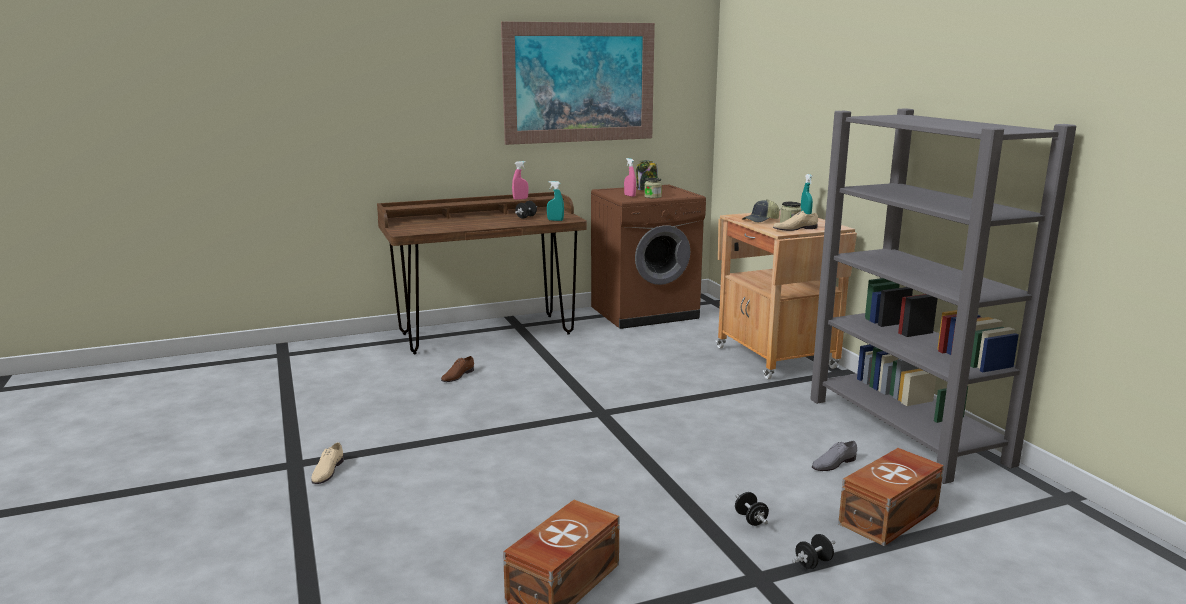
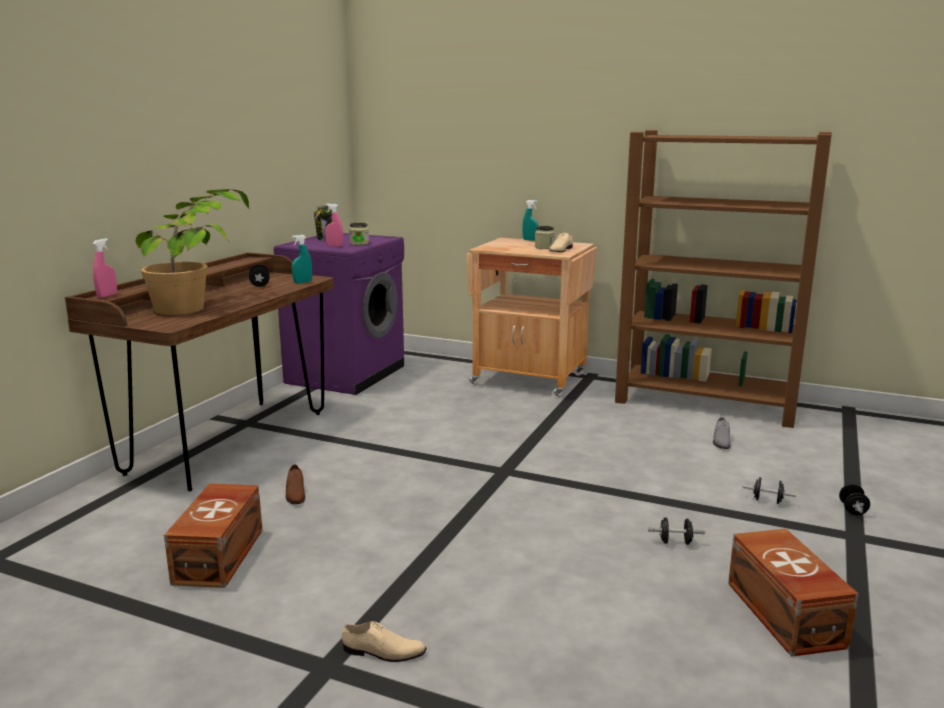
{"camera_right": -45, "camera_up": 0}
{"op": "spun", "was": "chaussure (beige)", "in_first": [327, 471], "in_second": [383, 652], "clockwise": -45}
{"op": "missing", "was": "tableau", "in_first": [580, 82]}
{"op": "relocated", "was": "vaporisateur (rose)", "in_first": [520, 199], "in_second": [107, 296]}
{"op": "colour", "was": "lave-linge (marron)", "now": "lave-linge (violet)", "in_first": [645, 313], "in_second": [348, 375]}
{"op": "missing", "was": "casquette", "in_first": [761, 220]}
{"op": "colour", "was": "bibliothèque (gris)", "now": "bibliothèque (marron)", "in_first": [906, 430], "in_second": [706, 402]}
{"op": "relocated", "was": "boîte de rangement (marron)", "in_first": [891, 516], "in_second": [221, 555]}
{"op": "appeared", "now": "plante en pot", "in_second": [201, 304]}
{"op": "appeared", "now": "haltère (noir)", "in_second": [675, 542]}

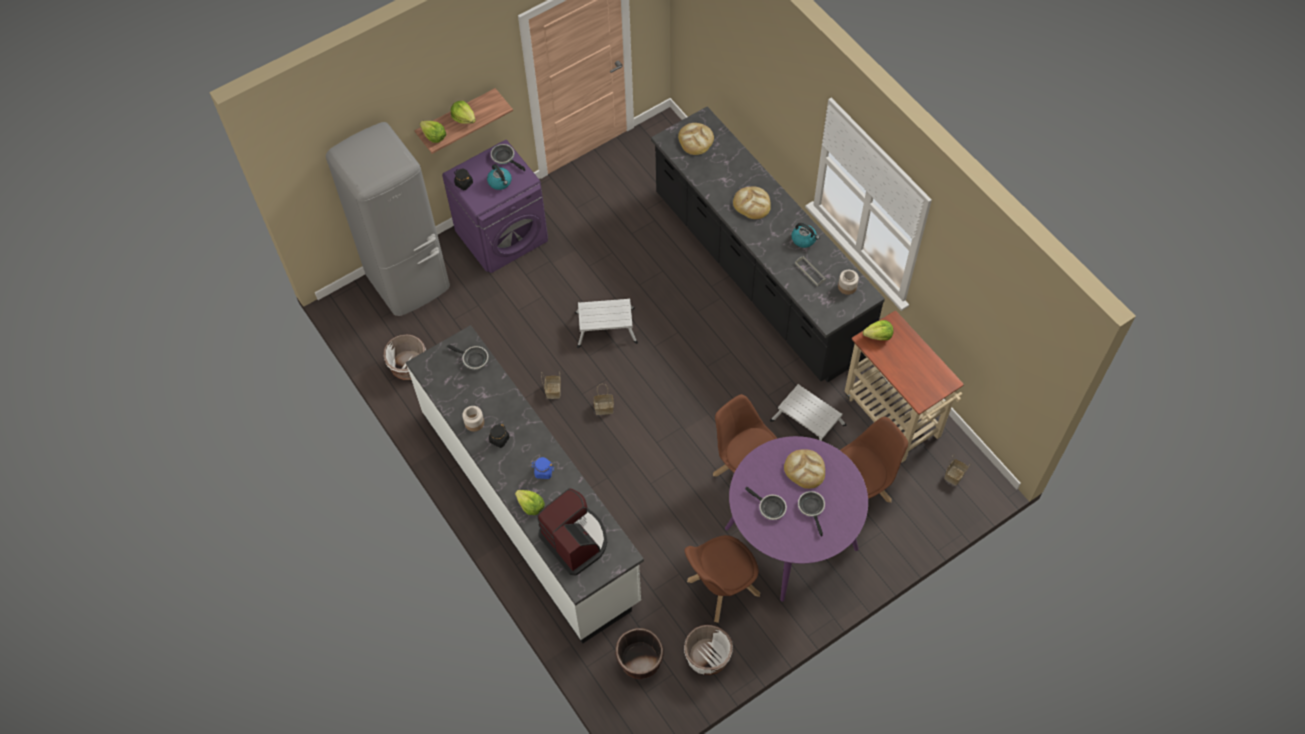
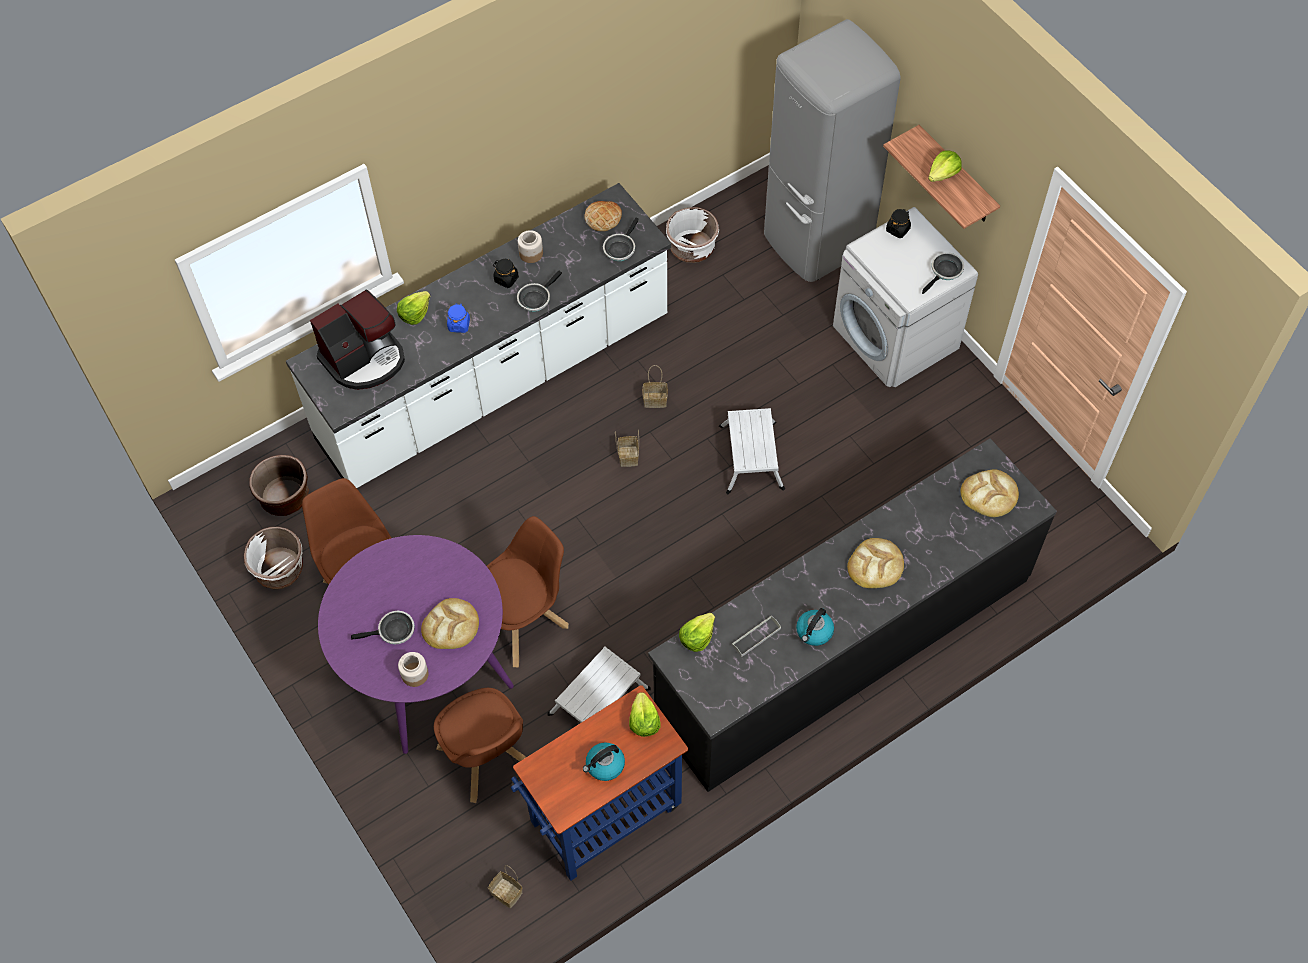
{"camera_right": 90, "camera_up": 0}
{"op": "relocated", "was": "laitue", "in_first": [434, 136], "in_second": [697, 637]}
{"op": "colour", "was": "lave-linge (violet)", "now": "lave-linge (blanc)", "in_first": [504, 235], "in_second": [894, 337]}
{"op": "relocated", "was": "bouilloire", "in_first": [500, 182], "in_second": [604, 765]}
{"op": "relocated", "was": "poêle", "in_first": [770, 508], "in_second": [535, 298]}
{"op": "relocated", "was": "bocal", "in_first": [847, 287], "in_second": [414, 674]}
{"op": "colour", "was": "chariot (beige)", "now": "chariot (bleu)", "in_first": [893, 417], "in_second": [603, 816]}
{"op": "appeared", "now": "pain", "in_second": [603, 218]}

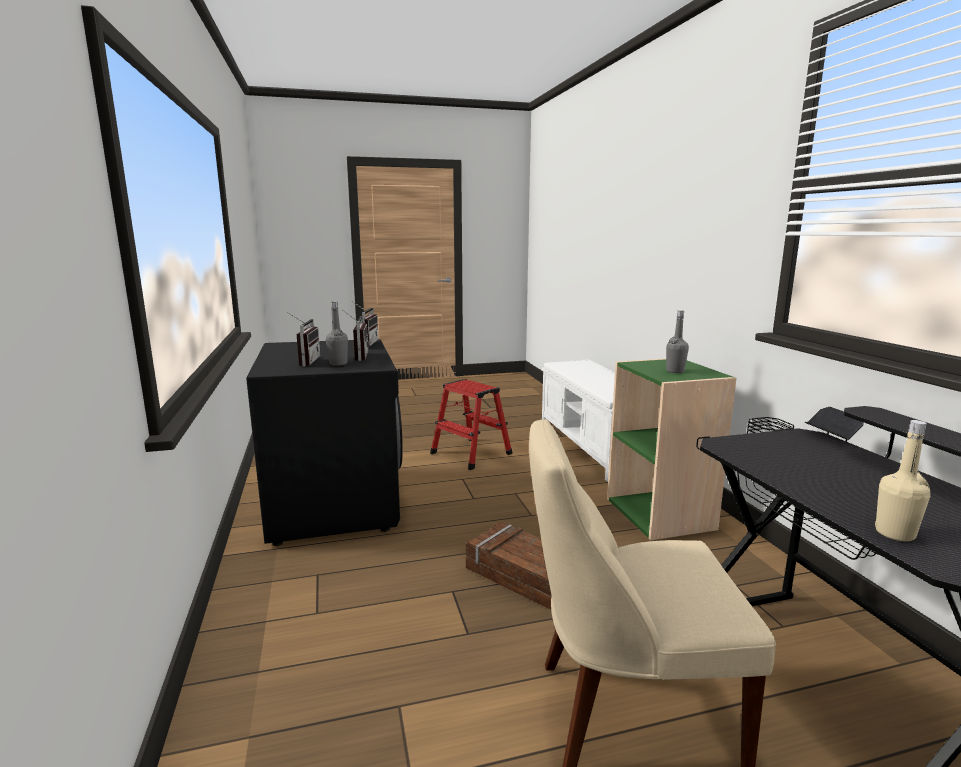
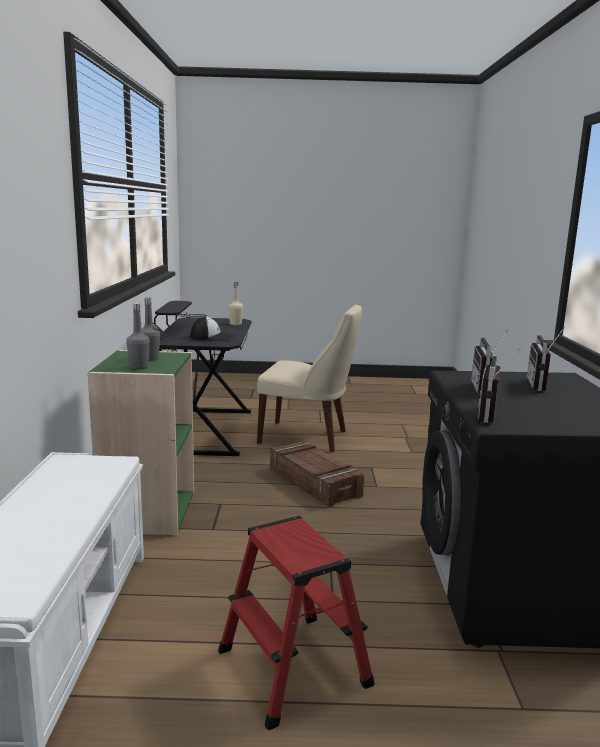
{"camera_right": -165, "camera_up": 0}
{"op": "relocated", "was": "bouteille (gris)", "in_first": [338, 363], "in_second": [139, 367]}
{"op": "appeared", "now": "casquette", "in_second": [212, 337]}

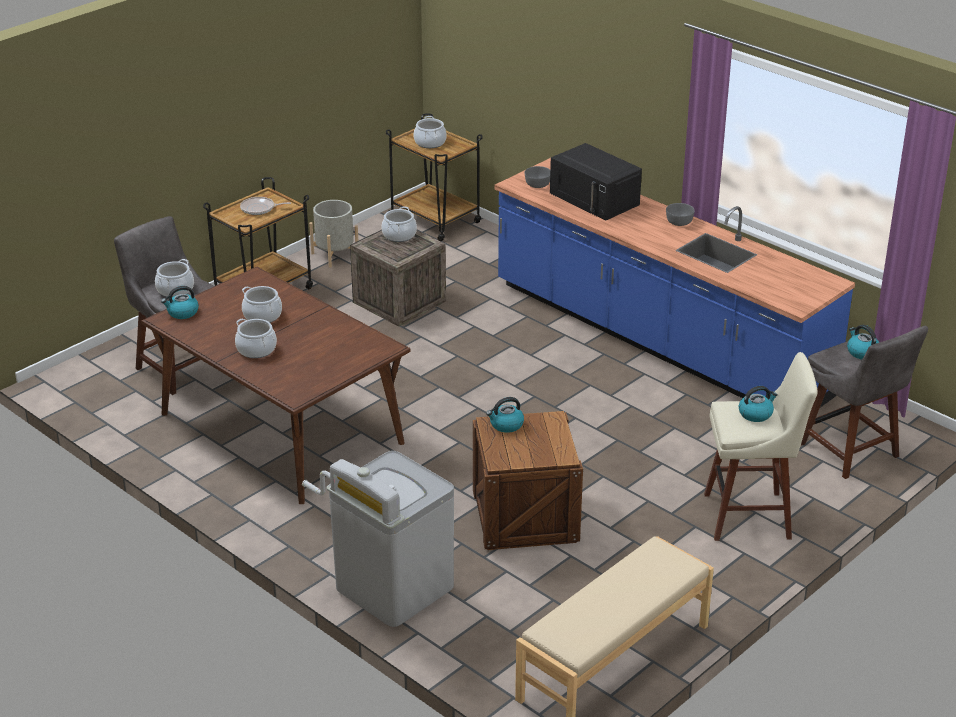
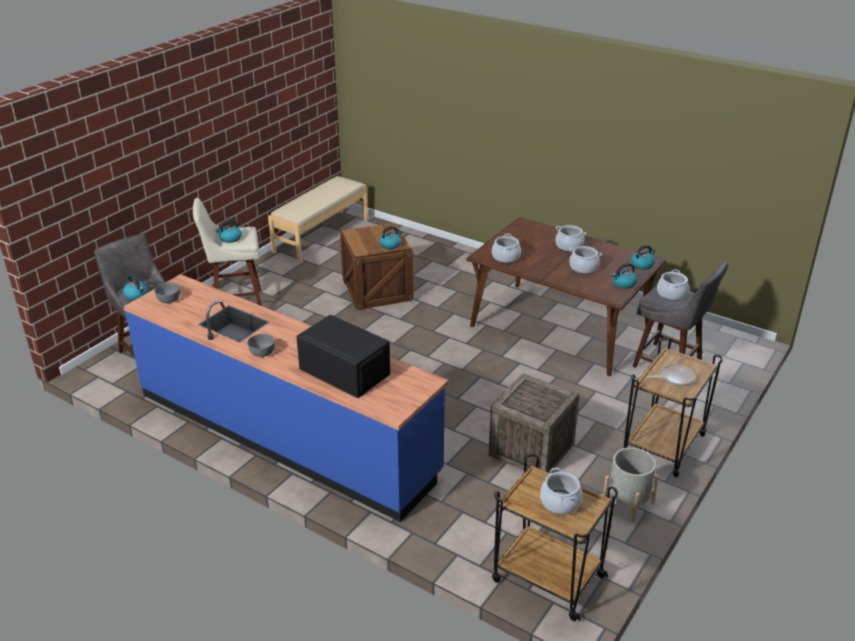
{"camera_right": 170, "camera_up": 0}
{"op": "missing", "was": "lave-linge (gris)", "in_first": [392, 589]}
{"op": "relocated", "was": "marmite", "in_first": [399, 235], "in_second": [506, 257]}
{"op": "relocated", "was": "bol (gris)", "in_first": [538, 184], "in_second": [168, 299]}
{"op": "appeared", "now": "bouilloire", "in_second": [623, 284]}

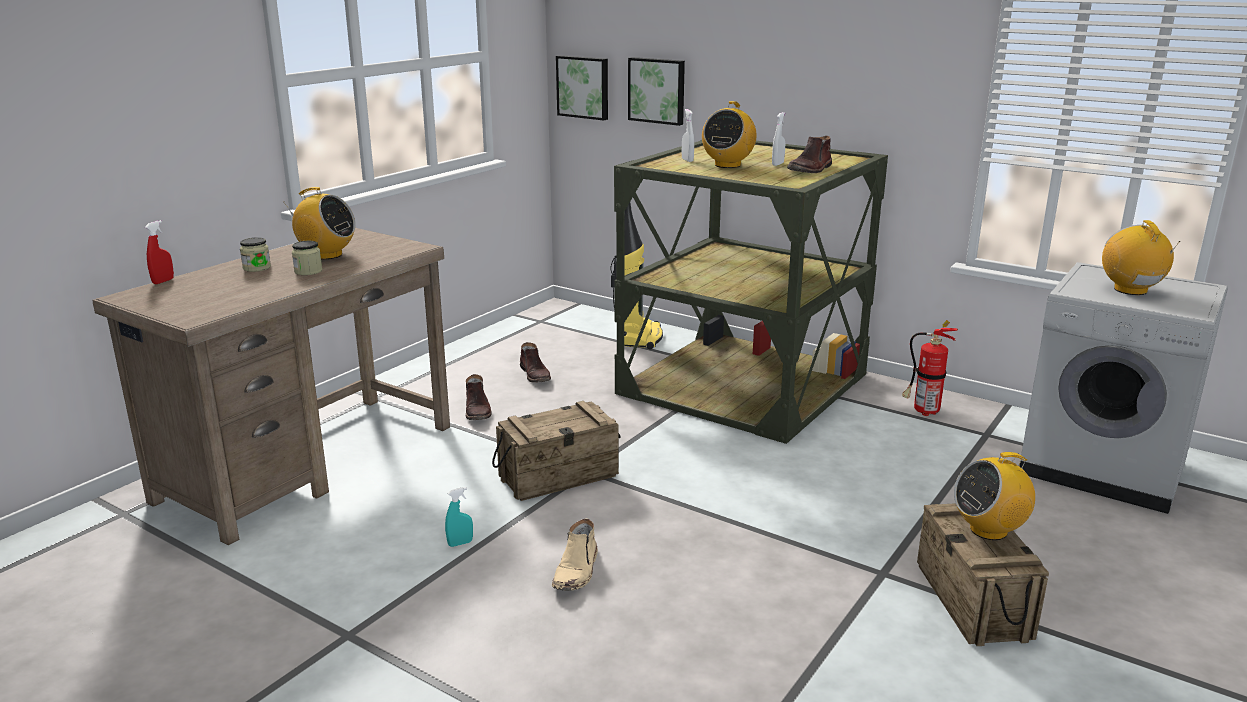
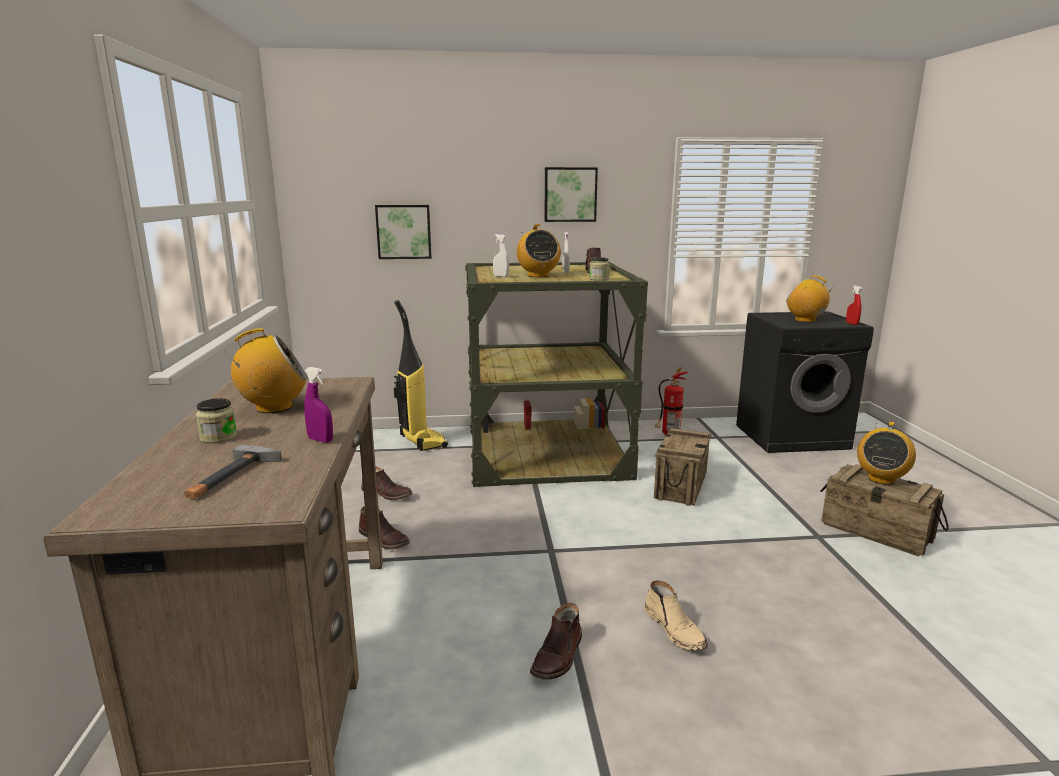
{"camera_right": -40, "camera_up": -5}
{"op": "relocated", "was": "vaporisateur (rouge)", "in_first": [163, 281], "in_second": [852, 324]}
{"op": "relocated", "was": "bocal", "in_first": [308, 271], "in_second": [598, 279]}
{"op": "exchanged", "was": "vaporisateur (turquoise)", "now": "botte (marron)", "in_first": [460, 543], "in_second": [558, 656]}
{"op": "relocated", "was": "caisse", "in_first": [558, 476], "in_second": [680, 485]}
{"op": "relocated", "was": "tableau", "in_first": [584, 87], "in_second": [570, 194]}
{"op": "colour", "was": "lave-linge (blanc)", "now": "lave-linge (noir)", "in_first": [1102, 470], "in_second": [793, 438]}
{"op": "appeared", "now": "marteau", "in_second": [231, 477]}
{"op": "appeared", "now": "vaporisateur (violet)", "in_second": [320, 440]}

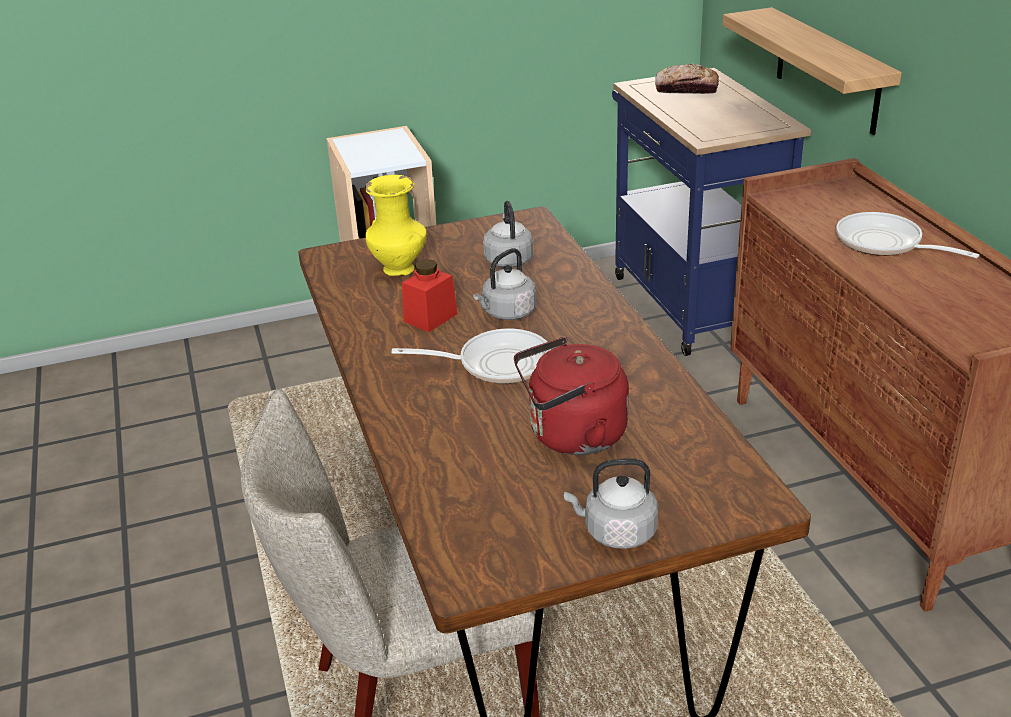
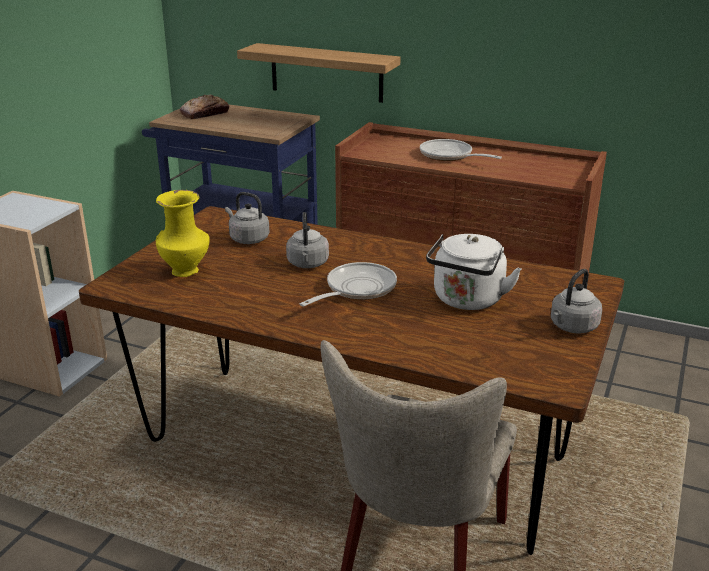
{"camera_right": -50, "camera_up": -5}
{"op": "missing", "was": "bocal (rouge)", "in_first": [430, 318]}
{"op": "colour", "was": "bouilloire (rouge)", "now": "bouilloire (blanc)", "in_first": [571, 436], "in_second": [467, 301]}
{"op": "spun", "was": "poêle", "in_first": [885, 244], "in_second": [449, 156], "clockwise": 45}

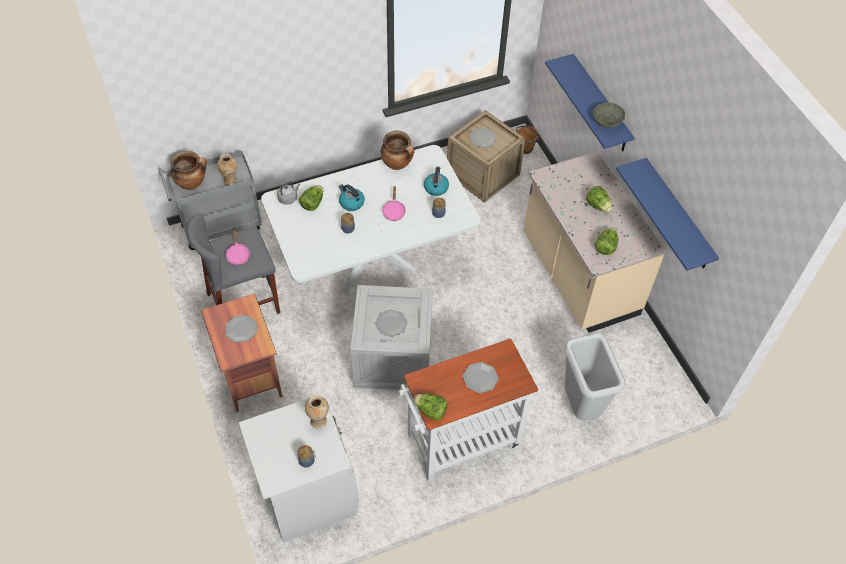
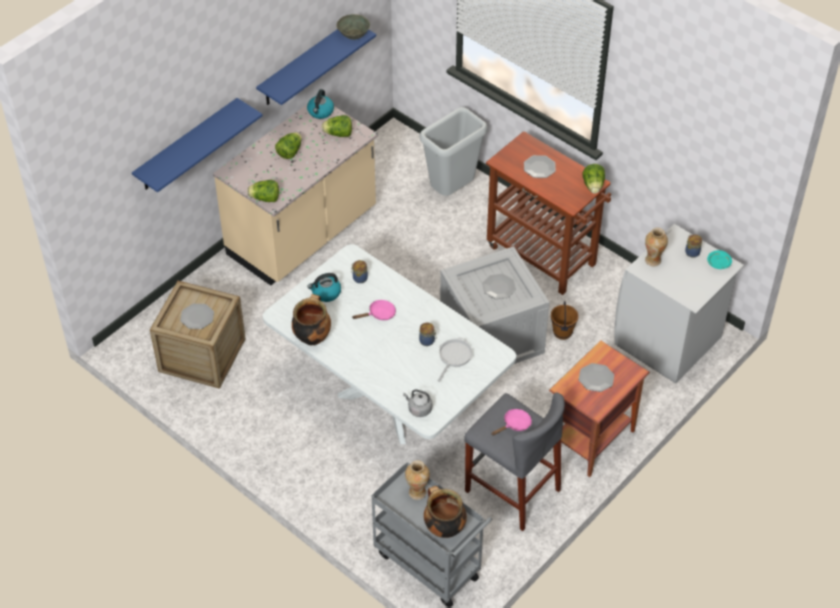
{"camera_right": -115, "camera_up": -5}
{"op": "relocated", "was": "laitue", "in_first": [312, 203], "in_second": [265, 199]}
{"op": "relocated", "was": "bouilloire", "in_first": [351, 203], "in_second": [320, 112]}
{"op": "colour", "was": "chariot (blanc)", "now": "chariot (marron)", "in_first": [461, 441], "in_second": [542, 256]}
{"op": "relocated", "was": "seau (marron)", "in_first": [525, 148], "in_second": [562, 332]}
{"op": "relocated", "was": "bol (gris)", "in_first": [606, 122], "in_second": [353, 34]}
{"op": "appeared", "now": "poêle", "in_second": [454, 356]}
{"op": "appeared", "now": "assiette (turquoise)", "in_second": [718, 263]}

